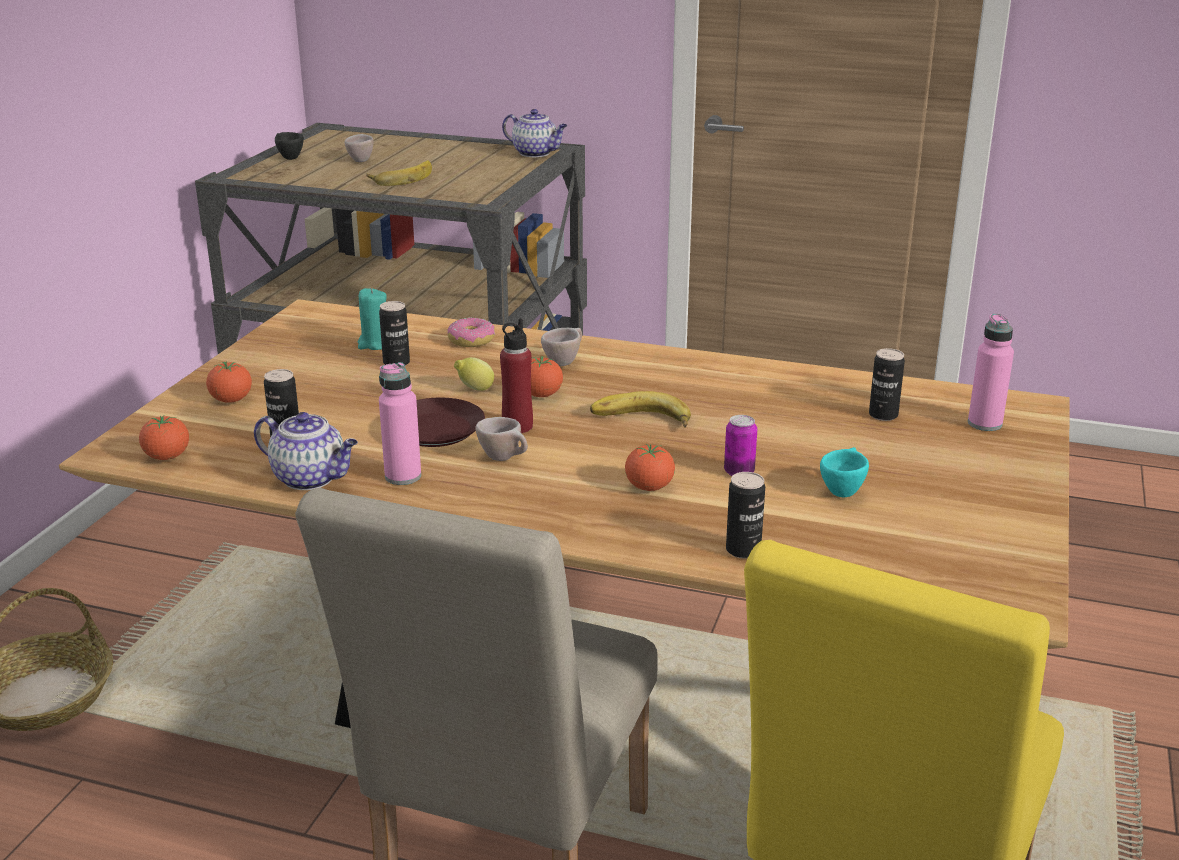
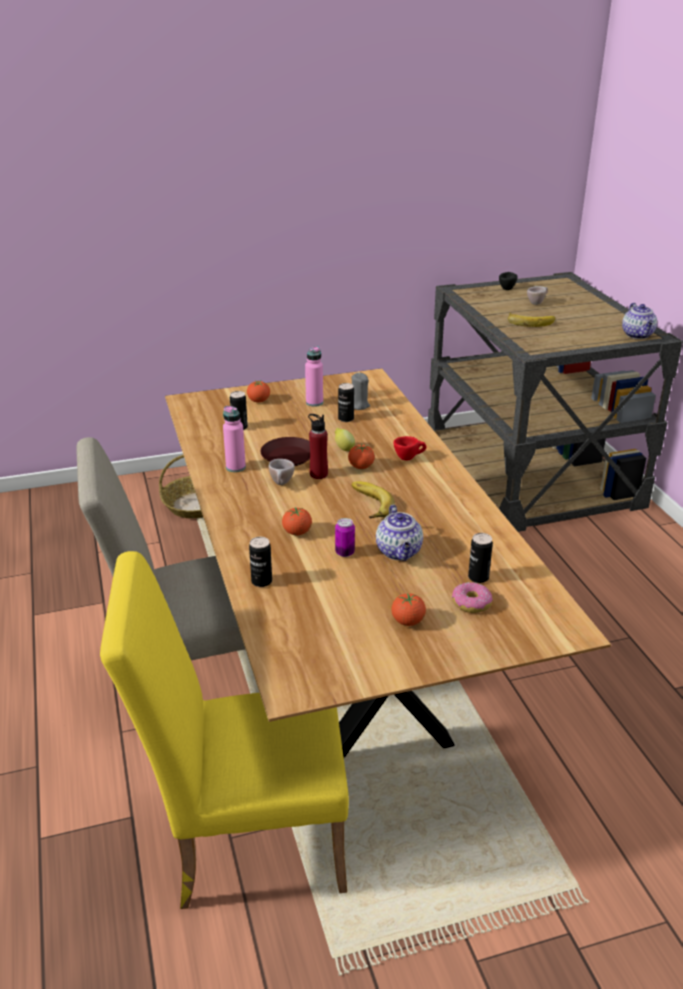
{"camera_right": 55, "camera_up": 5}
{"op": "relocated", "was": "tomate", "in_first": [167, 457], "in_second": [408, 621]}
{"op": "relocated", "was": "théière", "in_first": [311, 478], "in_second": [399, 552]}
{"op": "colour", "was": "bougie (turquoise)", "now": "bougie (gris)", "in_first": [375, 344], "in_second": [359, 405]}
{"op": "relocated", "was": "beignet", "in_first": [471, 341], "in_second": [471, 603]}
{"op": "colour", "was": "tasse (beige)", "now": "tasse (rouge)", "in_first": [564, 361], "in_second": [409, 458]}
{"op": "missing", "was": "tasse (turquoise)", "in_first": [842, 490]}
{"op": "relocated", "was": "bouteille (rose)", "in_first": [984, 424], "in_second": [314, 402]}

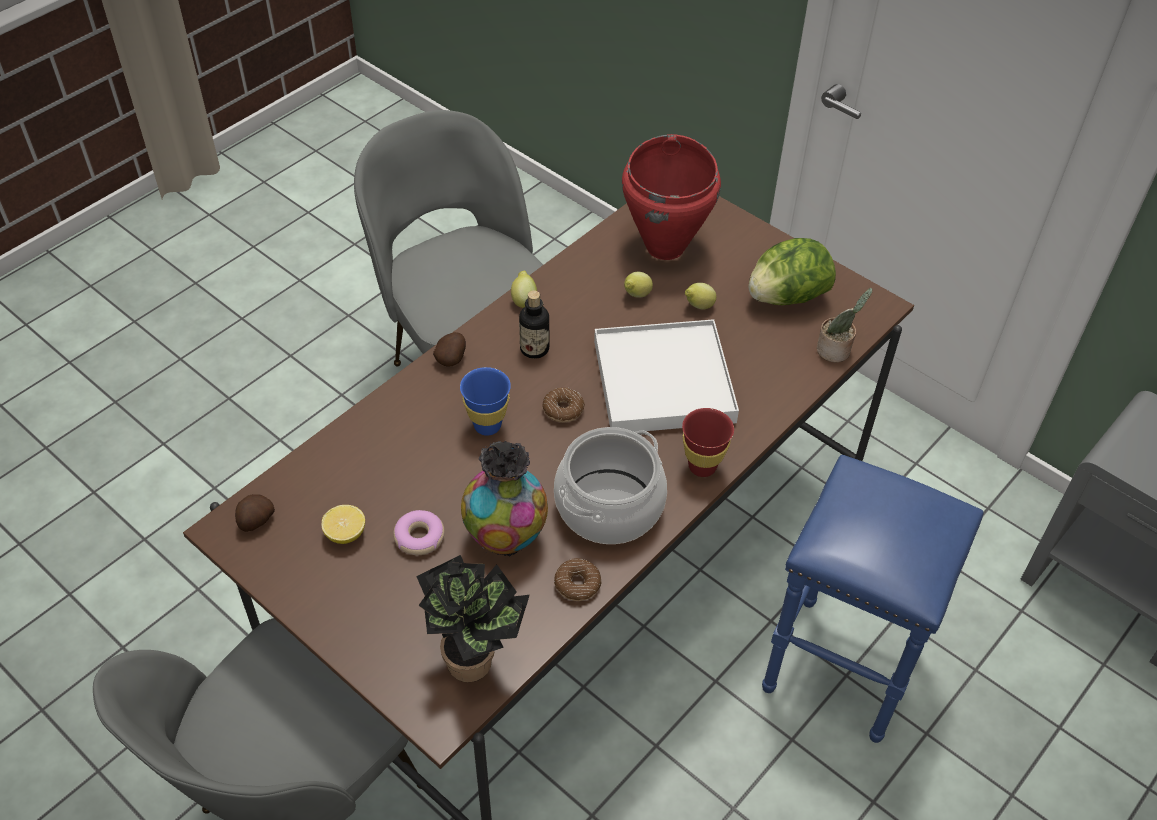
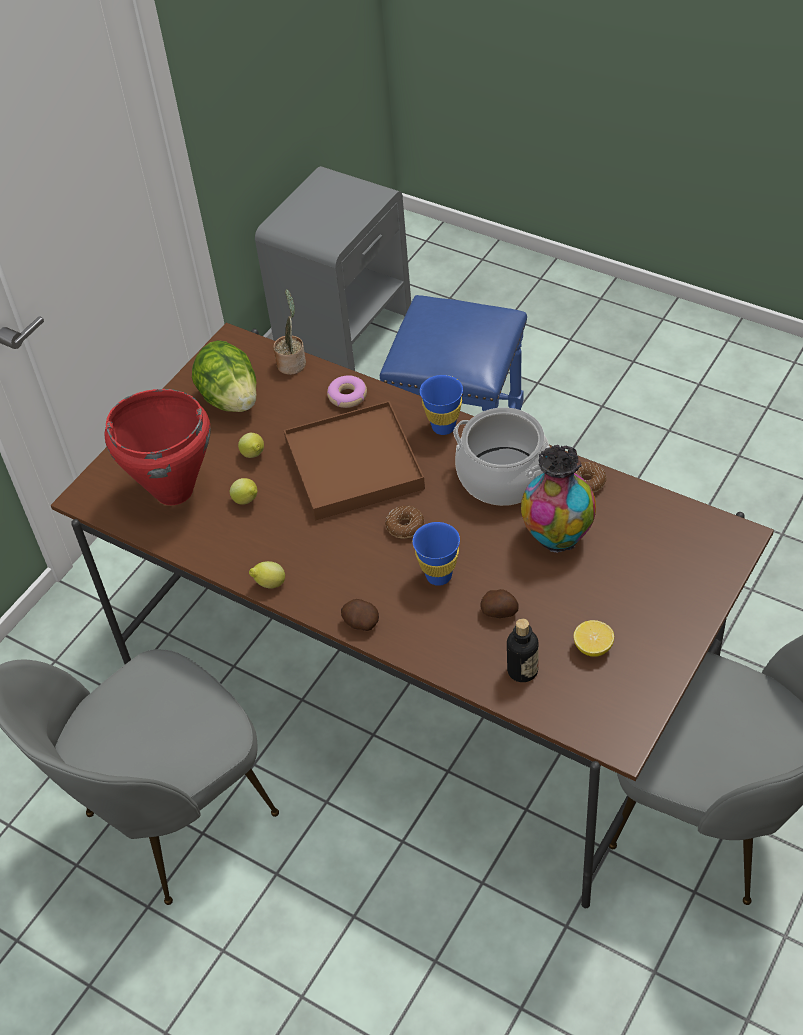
{"camera_right": -95, "camera_up": 0}
{"op": "relocated", "was": "pomme de terre", "in_first": [255, 521], "in_second": [500, 612]}
{"op": "relocated", "was": "beignet", "in_first": [419, 537], "in_second": [347, 396]}
{"op": "missing", "was": "plante en pot", "in_first": [476, 661]}
{"op": "relocated", "was": "bouteille", "in_first": [534, 349], "in_second": [522, 670]}
{"op": "colour", "was": "plateau (blanc)", "now": "plateau (marron)", "in_first": [663, 382], "in_second": [354, 465]}
{"op": "colour", "was": "tasse (rouge)", "now": "tasse (bleu)", "in_first": [702, 466], "in_second": [443, 427]}

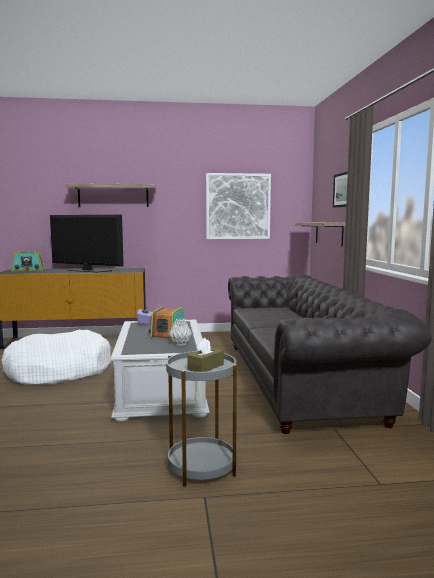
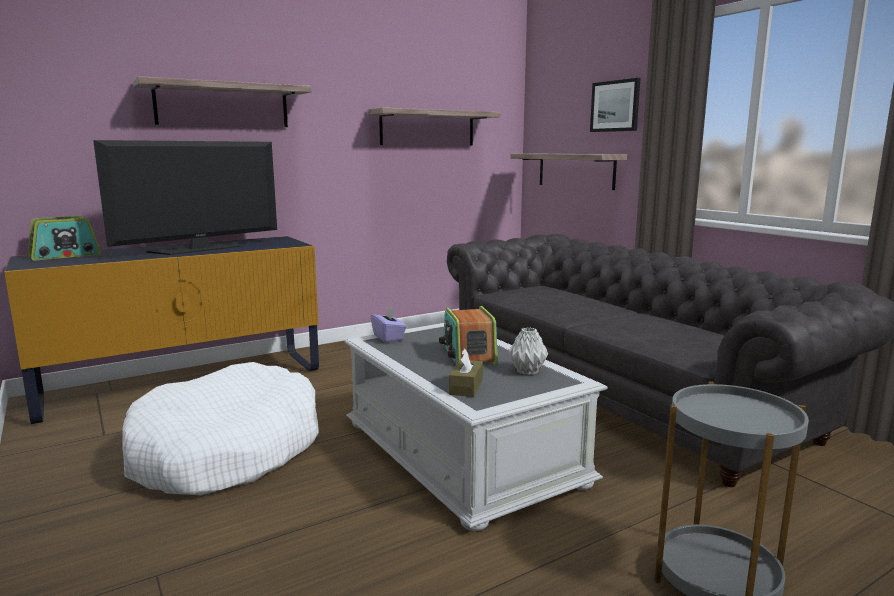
{"camera_right": -25, "camera_up": 5}
{"op": "spun", "was": "téléviseur", "in_first": [87, 270], "in_second": [200, 249], "clockwise": -45}
{"op": "relocated", "was": "boîte à mouchoirs (marron)", "in_first": [205, 367], "in_second": [466, 387]}
{"op": "exchanged", "was": "tableau", "now": "étagère", "in_first": [238, 206], "in_second": [427, 128]}

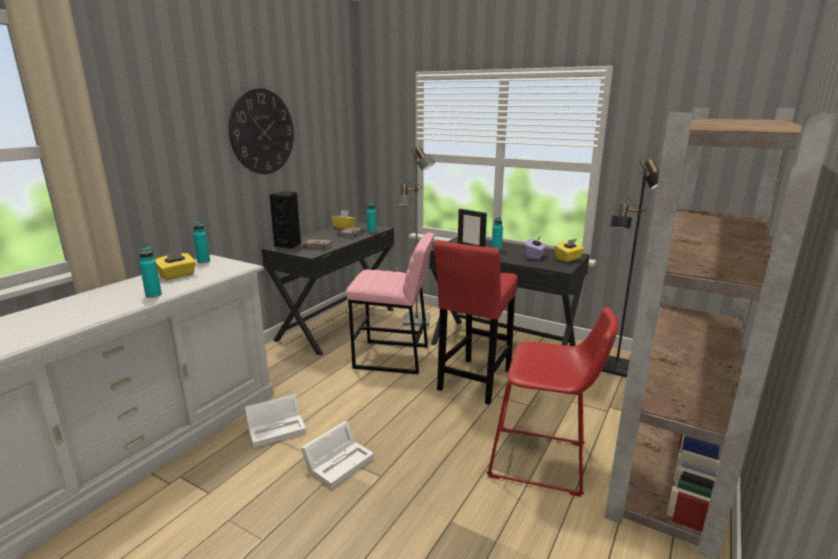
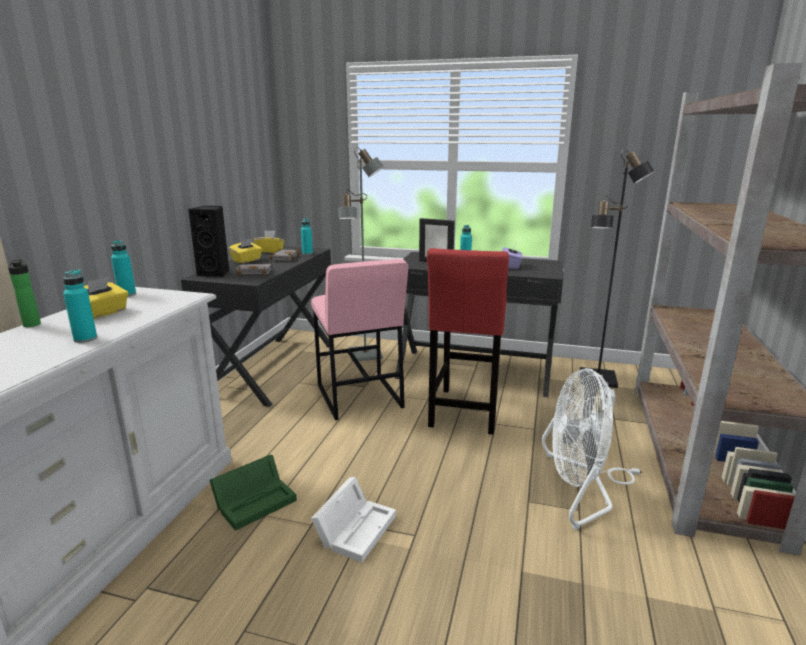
{"camera_right": -15, "camera_up": 0}
{"op": "missing", "was": "horloge murale", "in_first": [262, 132]}
{"op": "colour", "was": "boîte de rangement (blanc)", "now": "boîte de rangement (vert)", "in_first": [278, 428], "in_second": [256, 500]}
{"op": "spun", "was": "chaise (rose)", "in_first": [394, 357], "in_second": [360, 397], "clockwise": 75}
{"op": "exchanged", "was": "tabouret (rouge)", "now": "ventilateur (blanc)", "in_first": [544, 462], "in_second": [583, 486]}
{"op": "relocated", "was": "boîte à mouchoirs (jaune)", "in_first": [568, 259], "in_second": [247, 260]}
{"op": "appeared", "now": "bouteille", "in_second": [32, 324]}

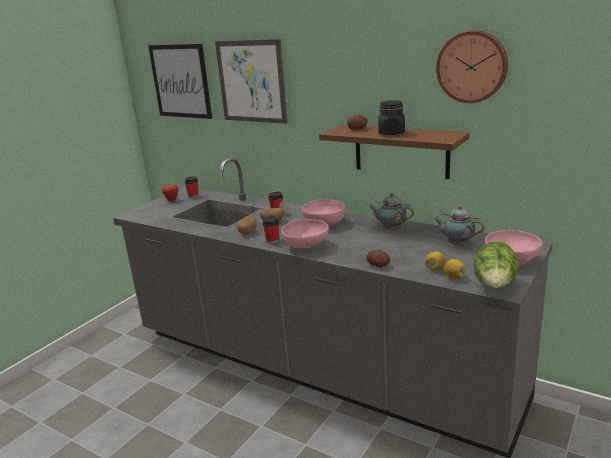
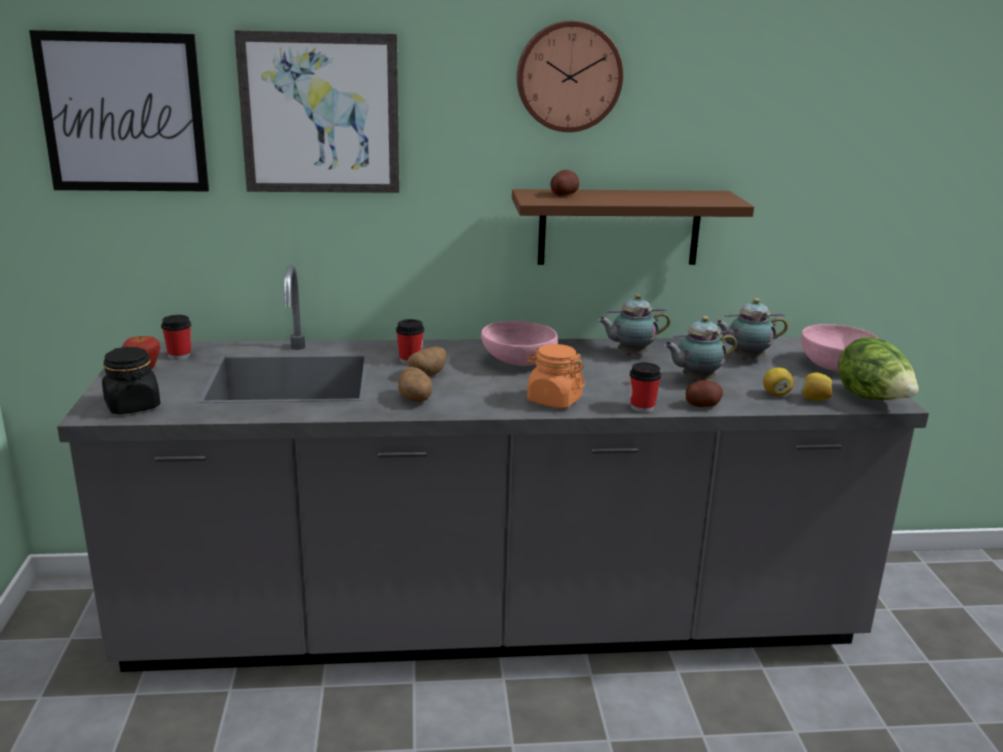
{"camera_right": -40, "camera_up": 0}
{"op": "relocated", "was": "tasse", "in_first": [272, 241], "in_second": [642, 407]}
{"op": "exchanged", "was": "bol (rose)", "now": "bocal (orange)", "in_first": [306, 246], "in_second": [554, 400]}
{"op": "relocated", "was": "bocal (noir)", "in_first": [391, 133], "in_second": [133, 406]}
{"op": "relocated", "was": "horloge murale", "in_first": [472, 66], "in_second": [568, 76]}
{"op": "appeared", "now": "théière", "in_second": [695, 380]}

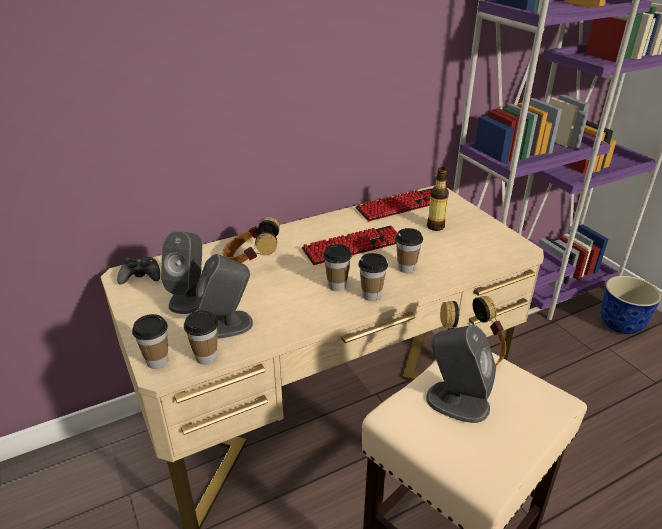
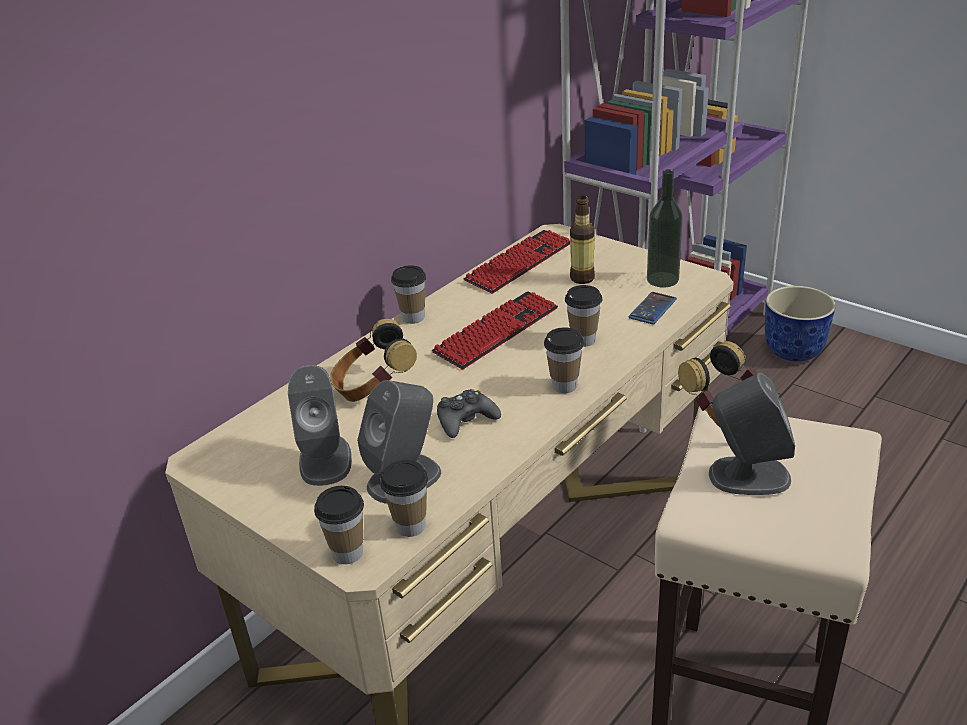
{"camera_right": -20, "camera_up": 0}
{"op": "relocated", "was": "manette (noir)", "in_first": [141, 276], "in_second": [466, 420]}
{"op": "relocated", "was": "tasse", "in_first": [337, 285], "in_second": [413, 318]}
{"op": "appeared", "now": "téléphone", "in_second": [652, 309]}
{"op": "appeared", "now": "bouteille", "in_second": [662, 279]}

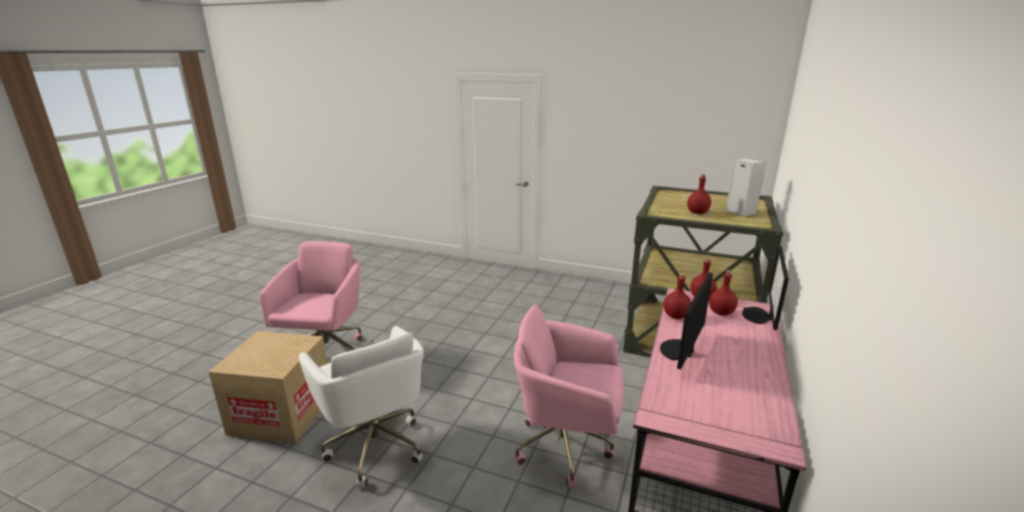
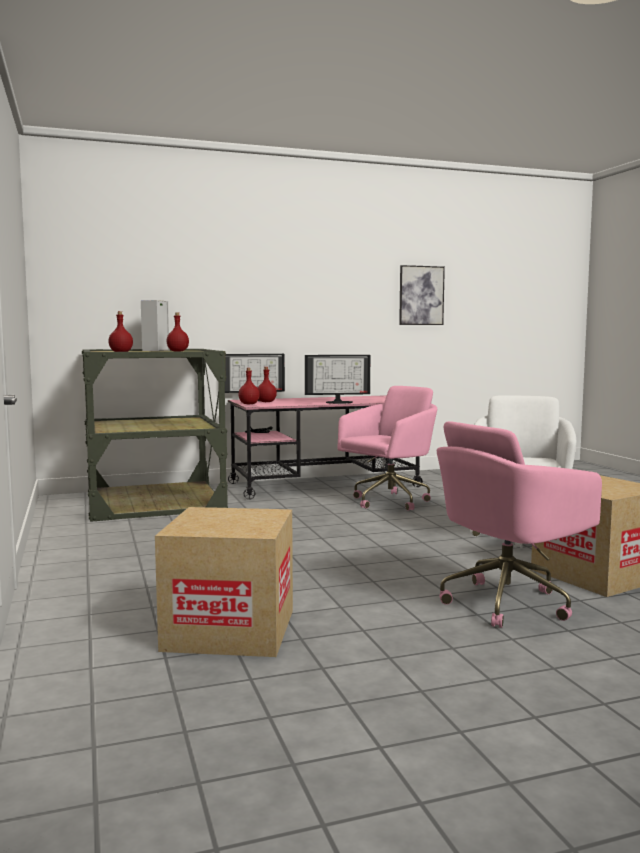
{"camera_right": -130, "camera_up": -15}
{"op": "spun", "was": "chaise de bureau (rose)", "in_first": [566, 449], "in_second": [387, 502], "clockwise": -105}
{"op": "relocated", "was": "bouteille (rouge)", "in_first": [676, 316], "in_second": [121, 352]}
{"op": "appeared", "now": "carton", "in_second": [230, 630]}
{"op": "appeared", "now": "tableau", "in_second": [421, 295]}

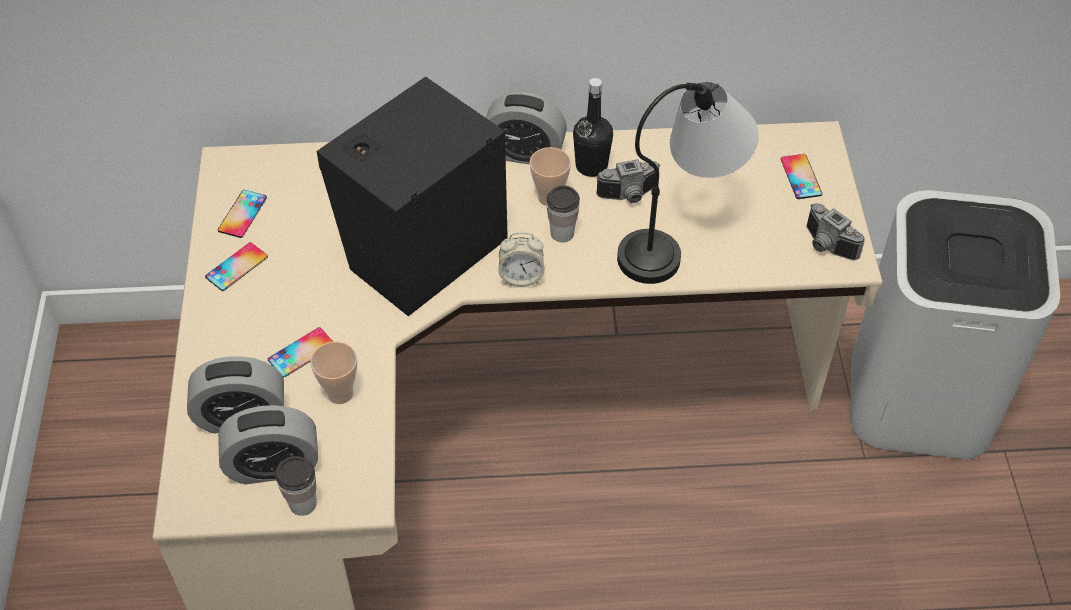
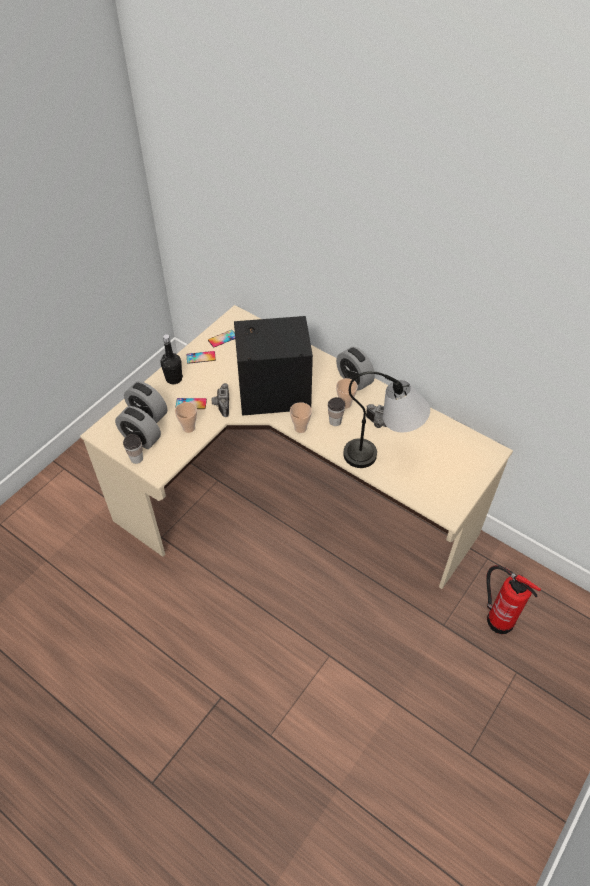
{"camera_right": 40, "camera_up": 0}
{"op": "exchanged", "was": "réveil", "now": "tasse", "in_first": [521, 277], "in_second": [300, 428]}
{"op": "relocated", "was": "bouteille (noir)", "in_first": [591, 166], "in_second": [174, 378]}
{"op": "missing", "was": "téléphone", "in_first": [801, 177]}
{"op": "relocated", "was": "appareil photo", "in_first": [826, 246], "in_second": [220, 405]}
{"op": "exchanged", "was": "poubelle (blanc)", "now": "extincteur", "in_first": [920, 397], "in_second": [498, 618]}

